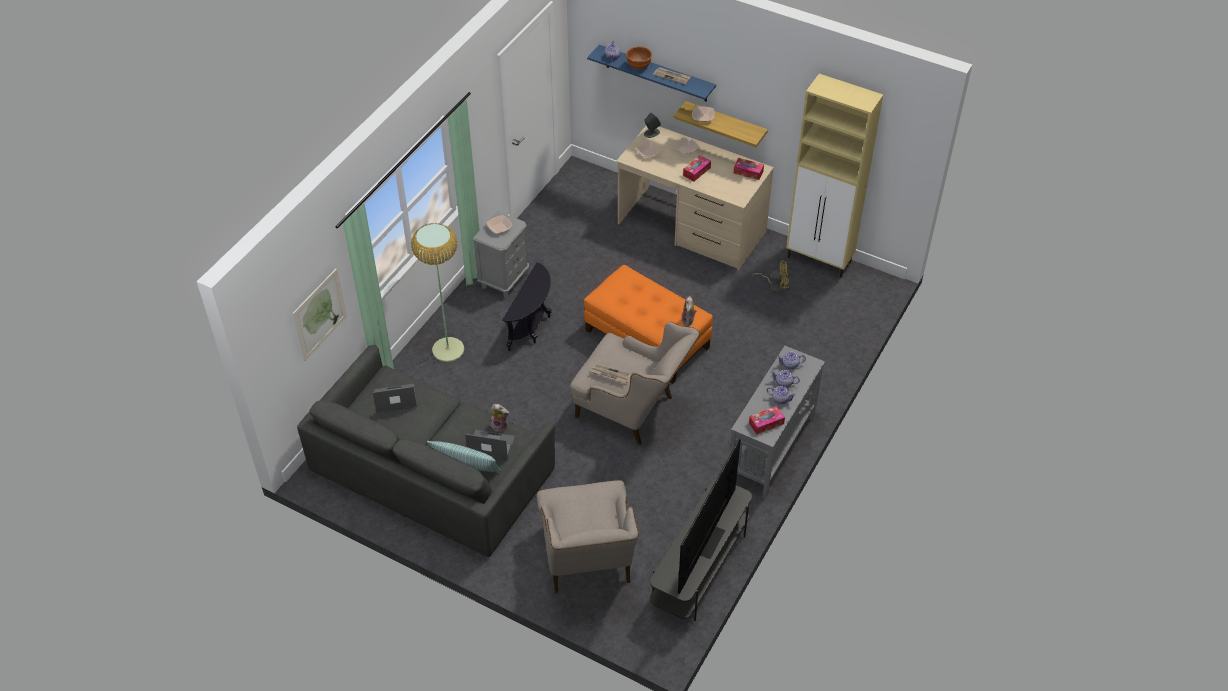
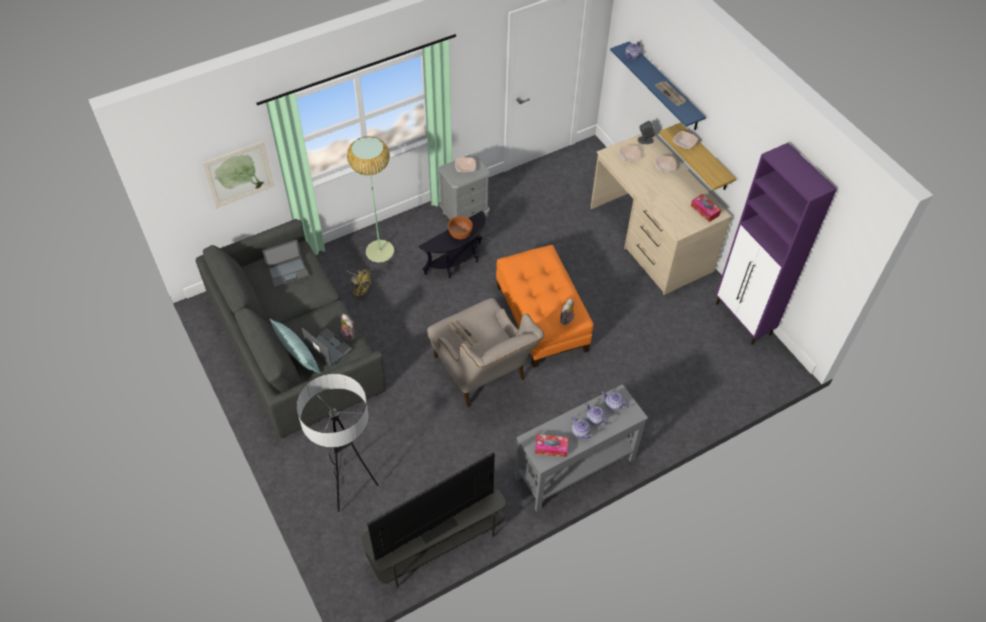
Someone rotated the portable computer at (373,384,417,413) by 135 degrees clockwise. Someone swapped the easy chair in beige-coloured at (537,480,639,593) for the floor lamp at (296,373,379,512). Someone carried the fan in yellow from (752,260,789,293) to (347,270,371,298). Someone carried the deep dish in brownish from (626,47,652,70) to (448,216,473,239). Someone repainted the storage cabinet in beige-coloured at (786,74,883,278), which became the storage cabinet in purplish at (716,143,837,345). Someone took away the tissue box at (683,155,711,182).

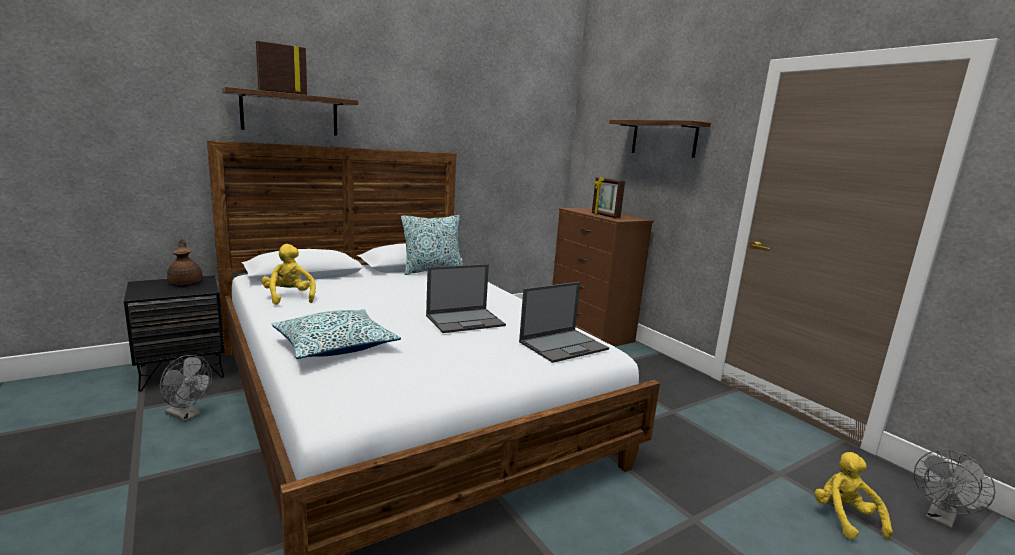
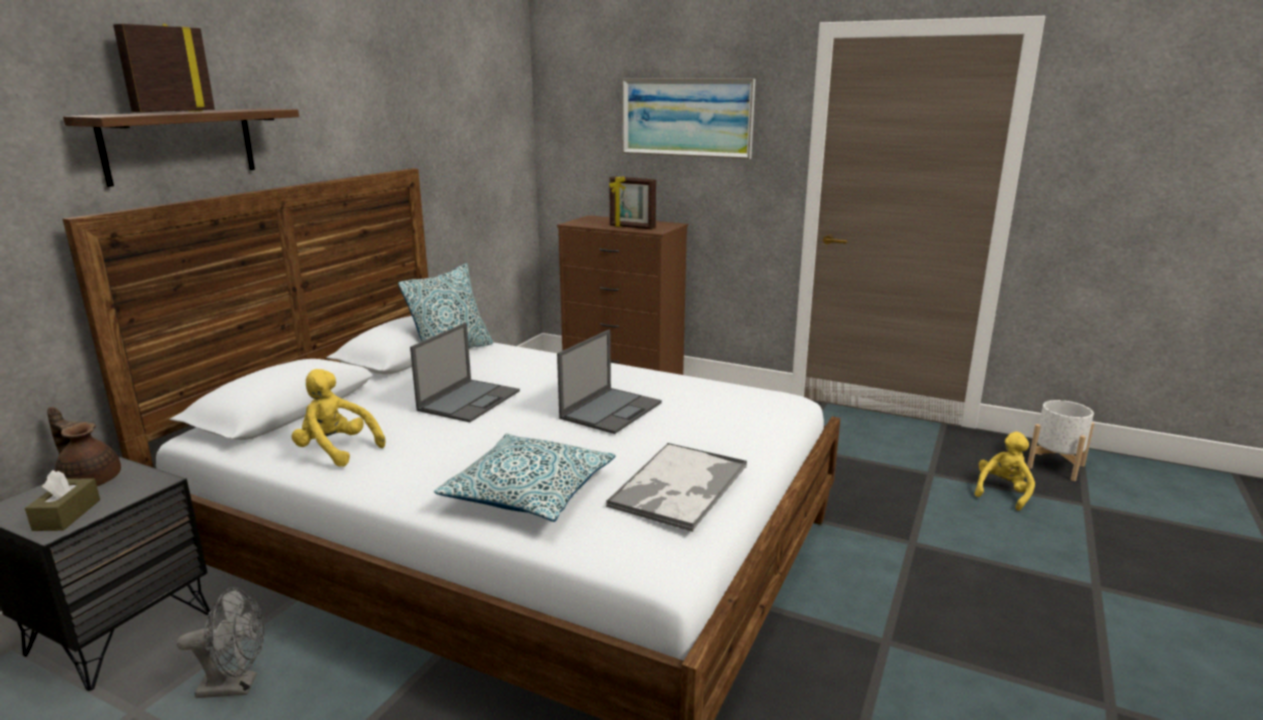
Someone put down the tissue box in brownish at (25,470,100,531). Someone carried the portable computer from (519,282,609,363) to (410,323,520,422). Someone put down the carrying tray at (605,442,747,532). Someone swapped the bracket shelf at (609,120,711,158) for the picture at (622,79,755,159). Someone rotated the soft toy in yellow at (814,452,893,539) by 75 degrees clockwise. Someone swapped the fan in gray at (914,450,995,529) for the flower pot in white at (1027,400,1094,481).

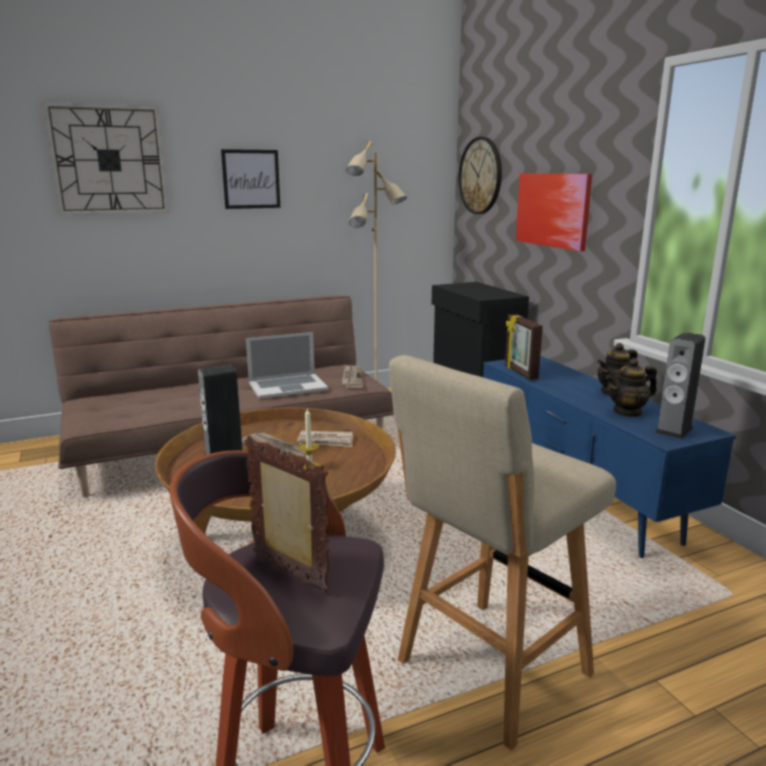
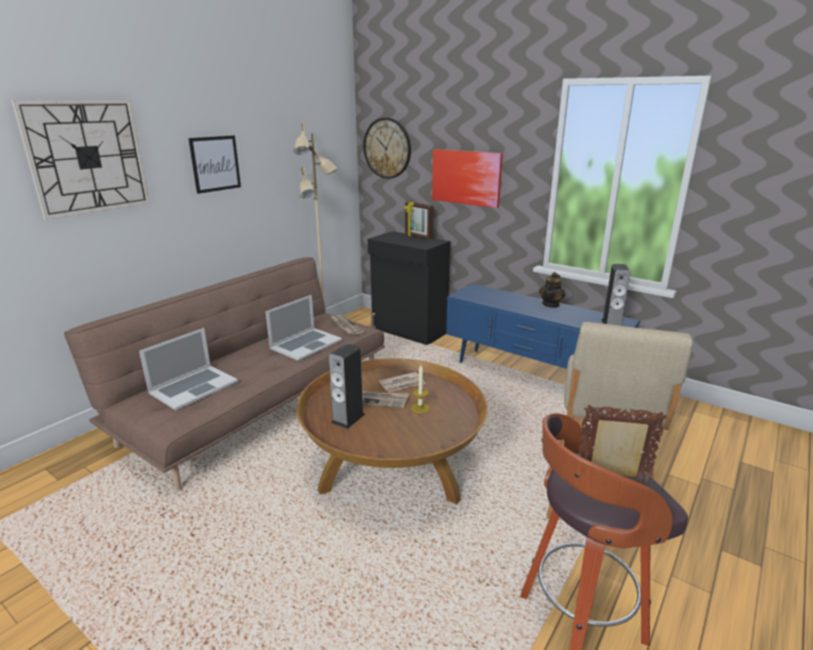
Someone put down the portable computer at (139,328,238,410). Someone carried the picture frame from (505,314,543,380) to (404,201,434,240). Someone took away the pot for tea at (606,358,657,417).

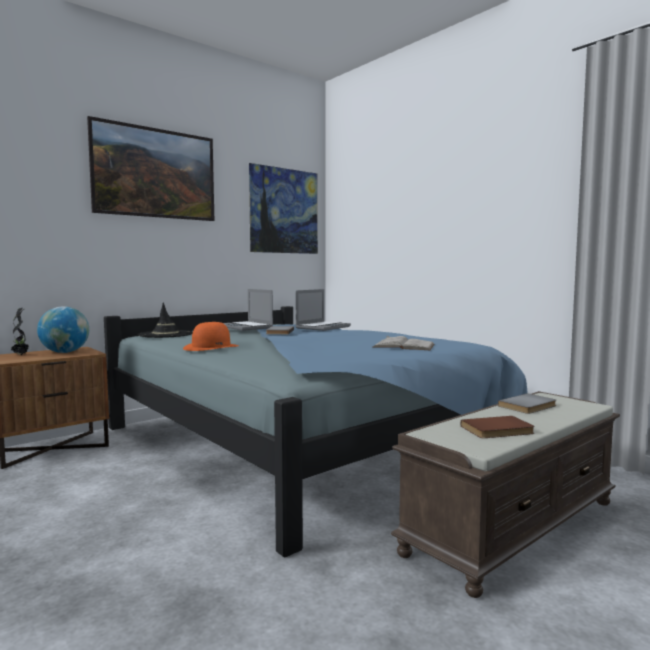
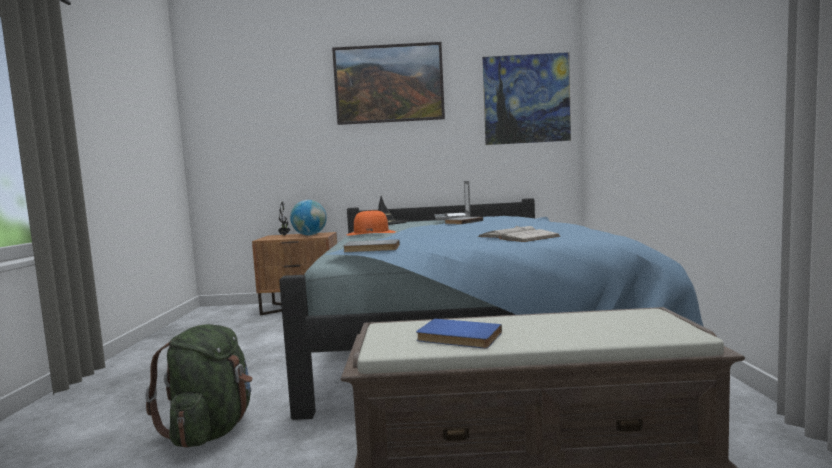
Someone put down the rucksack in greenish at (145,324,252,448). Someone carried the bound book in gray from (498,393,556,414) to (343,239,400,252). Someone repainted the bound book in brownish at (461,416,535,438), which became the bound book in blue-coloured at (416,319,502,348). Someone took away the portable computer at (295,289,351,331).

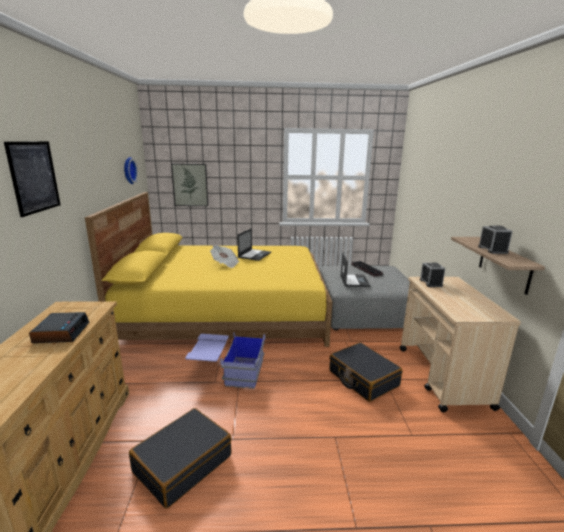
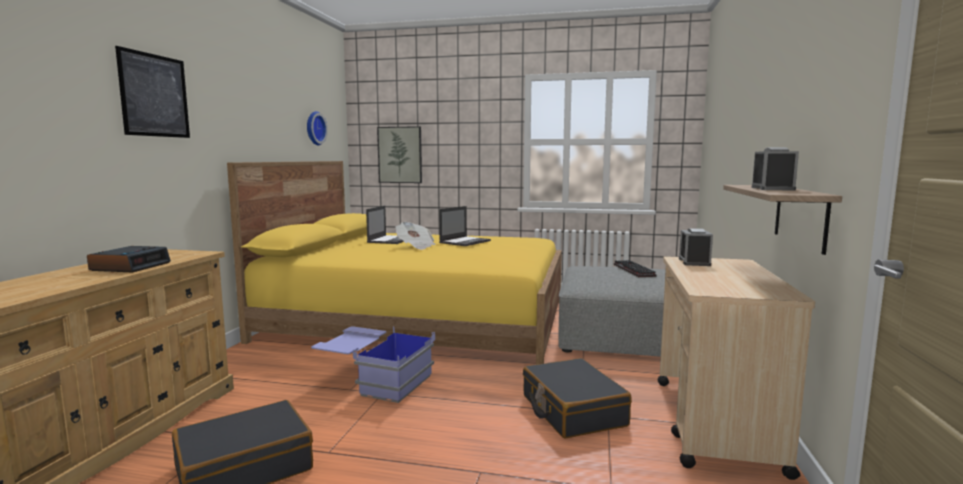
Someone carried the portable computer from (340,252,370,287) to (366,206,404,244).

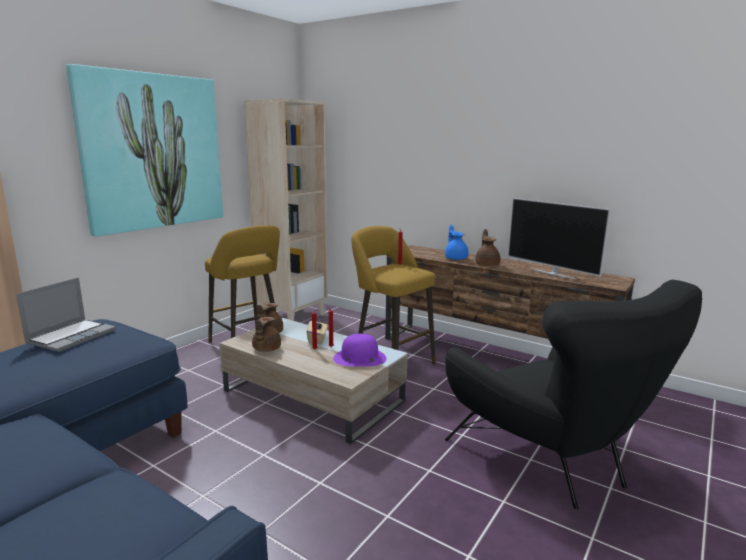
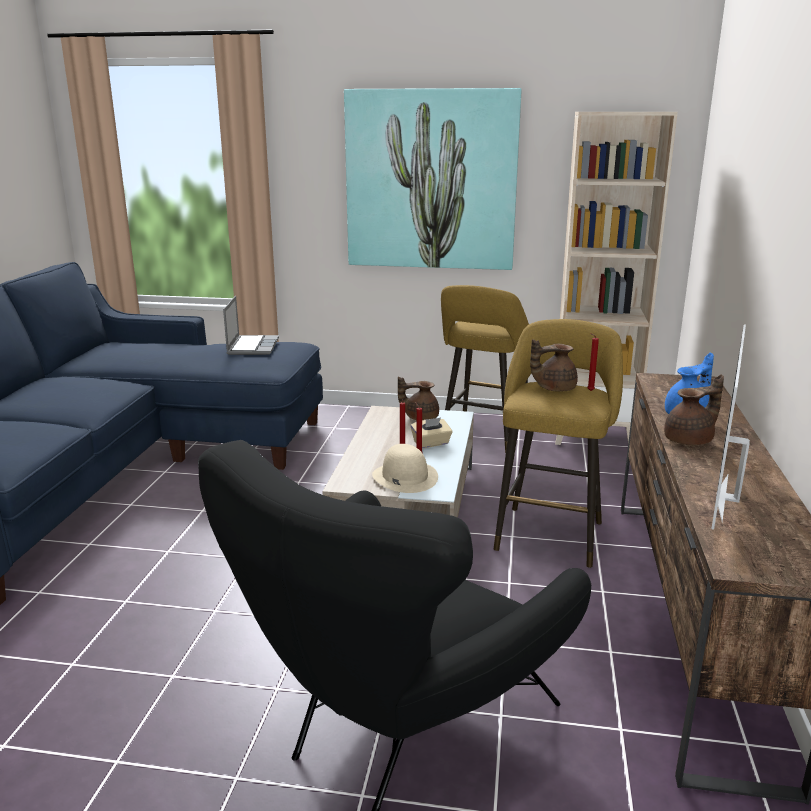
Someone rotated the portable computer at (16,277,116,352) by 90 degrees counterclockwise. Someone repainted the clothing hat in purplish at (333,334,386,367), which became the clothing hat in beige-coloured at (372,444,438,493). Someone carried the pot for tea in brownish from (252,317,281,352) to (530,339,578,391).

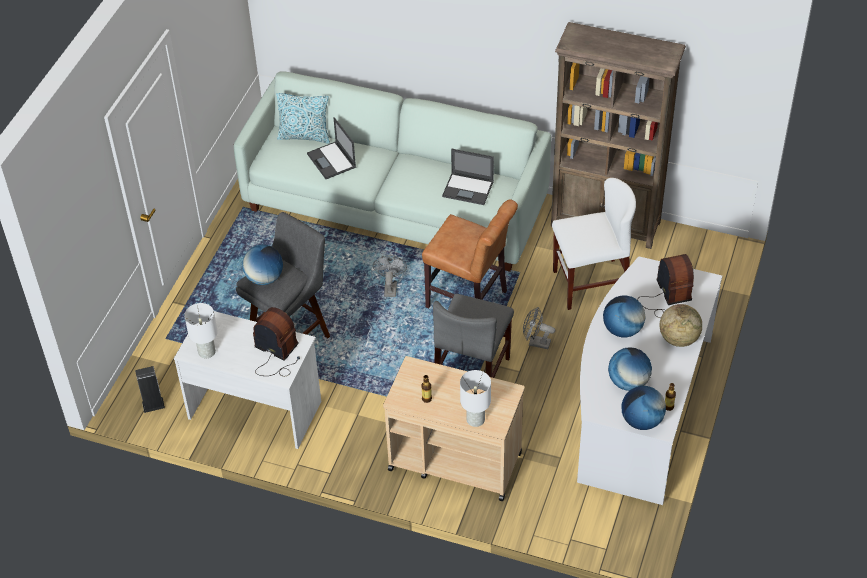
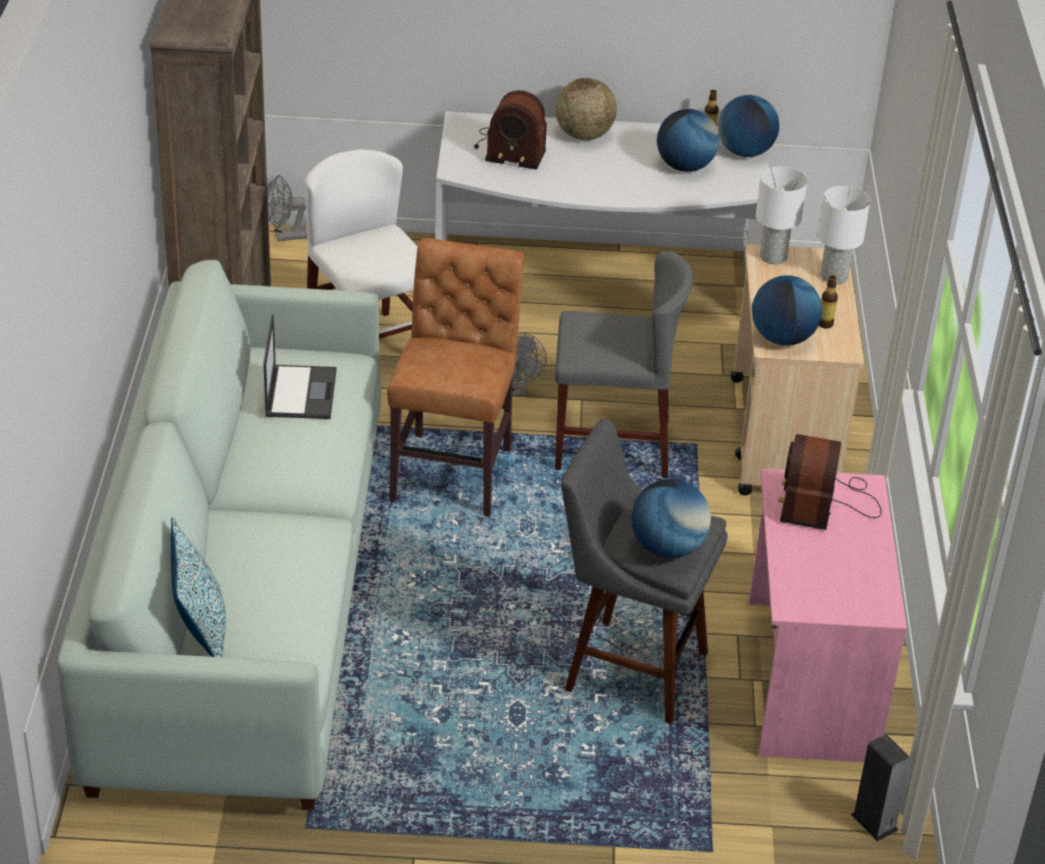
Someone carried the fan in gray from (373,255,407,297) to (267,175,307,241). Someone rotated the radio at (641,254,694,318) by 135 degrees counterclockwise. Someone repainted the desk in white at (174,311,321,449), which became the desk in pink-coloured at (749,468,907,762). Someone carried the globe from (603,296,645,337) to (752,275,822,346). Someone carried the lamp for a table in white from (184,303,218,358) to (756,167,807,264). Someone took away the portable computer at (307,117,356,179).

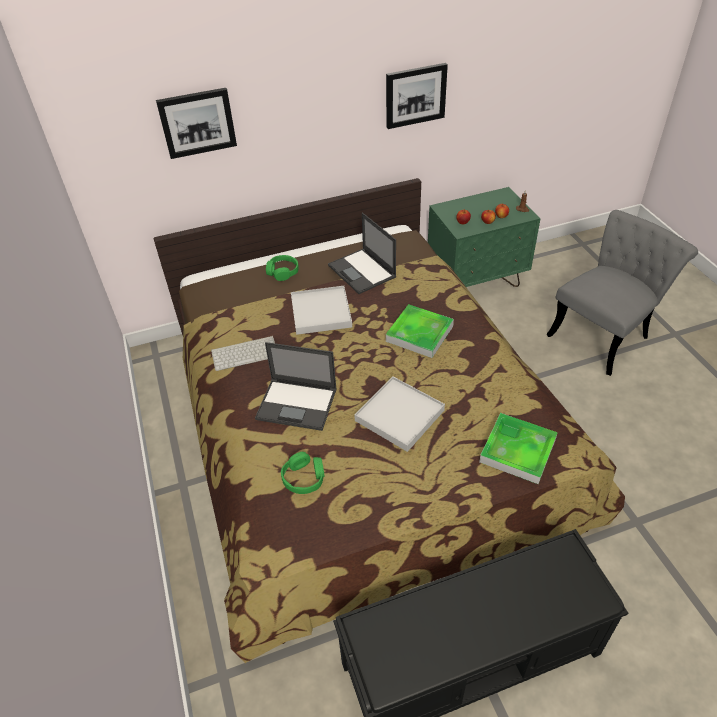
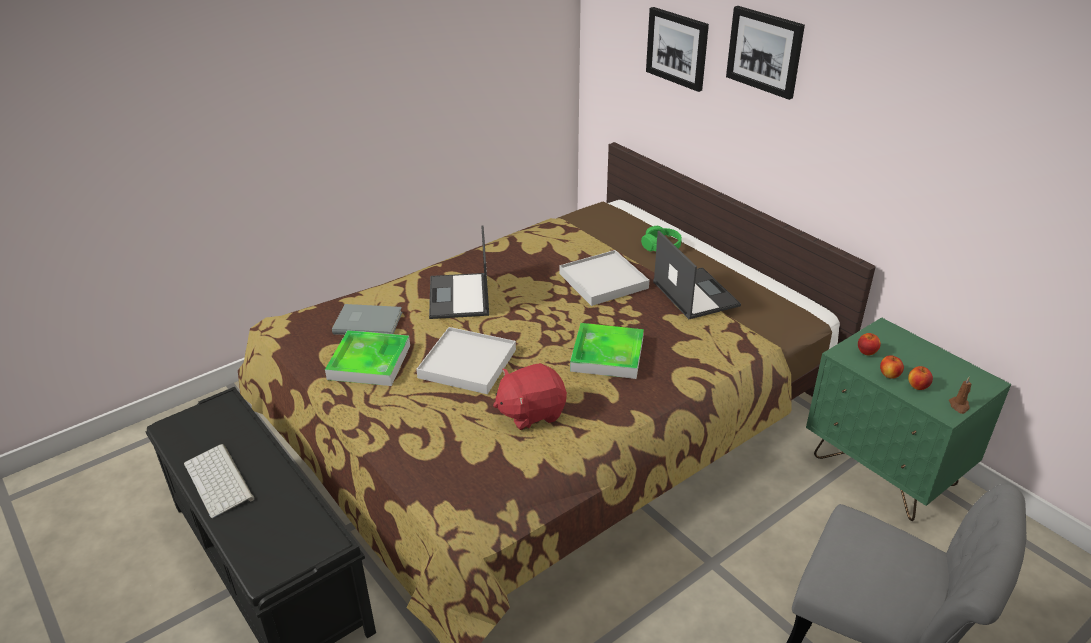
Someone carried the keyboard from (211,336,275,371) to (184,444,254,518). Someone carried the carrying tray from (479,413,558,484) to (325,330,410,386). Someone swapped the headset in greenish at (281,452,325,494) for the bound book in gray at (332,304,402,335). Someone put down the soft toy in red-coloured at (493,363,567,430). Someone rotated the portable computer at (328,213,397,294) by 120 degrees clockwise. Someone carried the picture from (386,63,448,129) to (726,6,805,100).

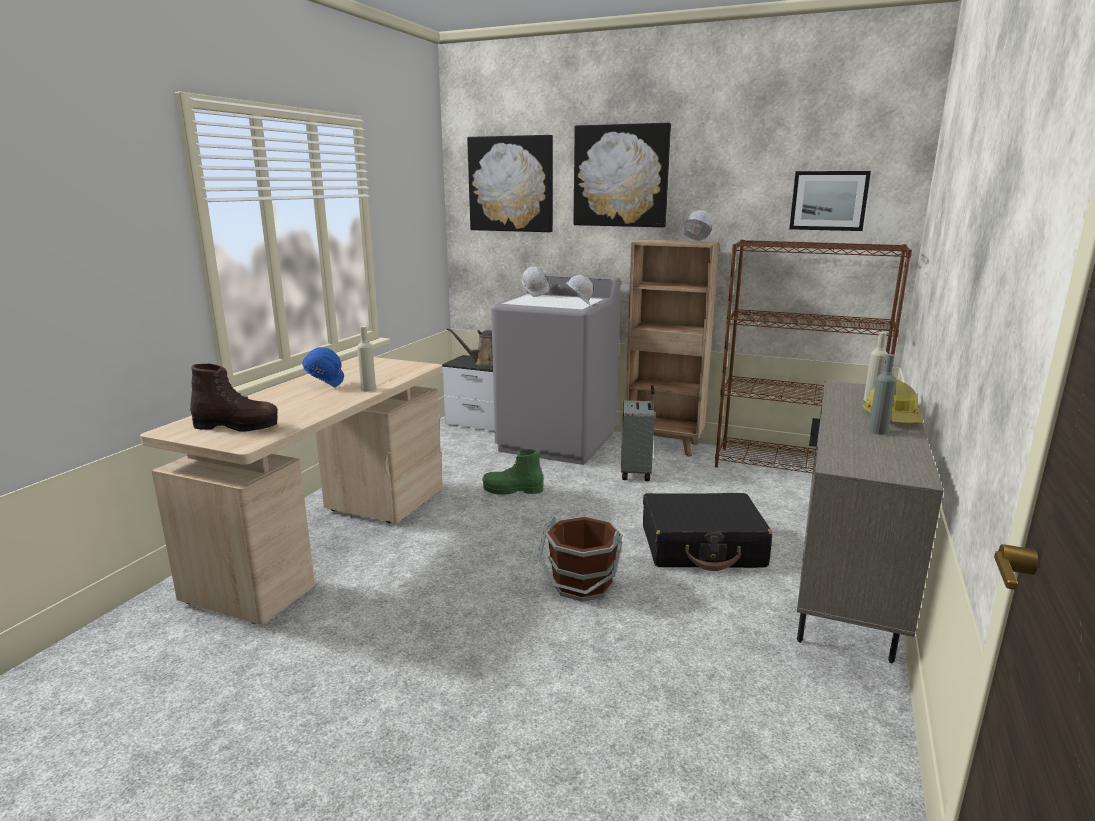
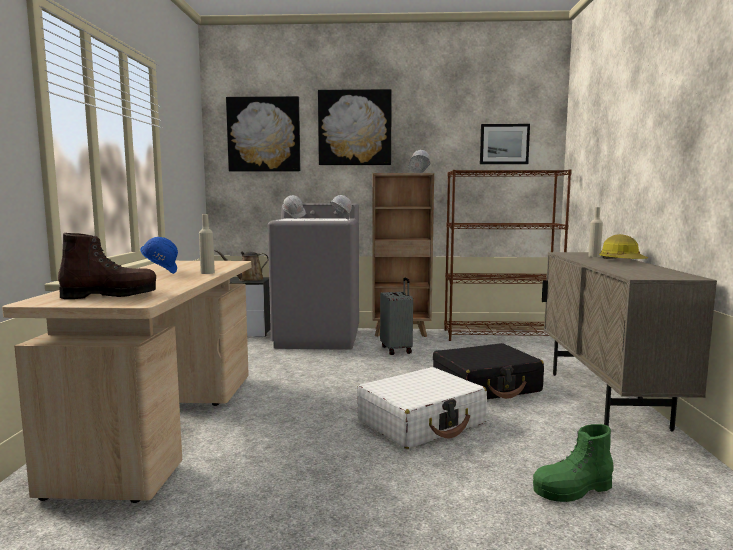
Someone swapped the bucket in brownish at (537,516,622,602) for the suitcase in white at (357,367,487,449). Someone carried the tall boot in greenish from (482,449,543,495) to (533,424,614,502). Someone took away the bottle in gray at (868,354,897,435).

